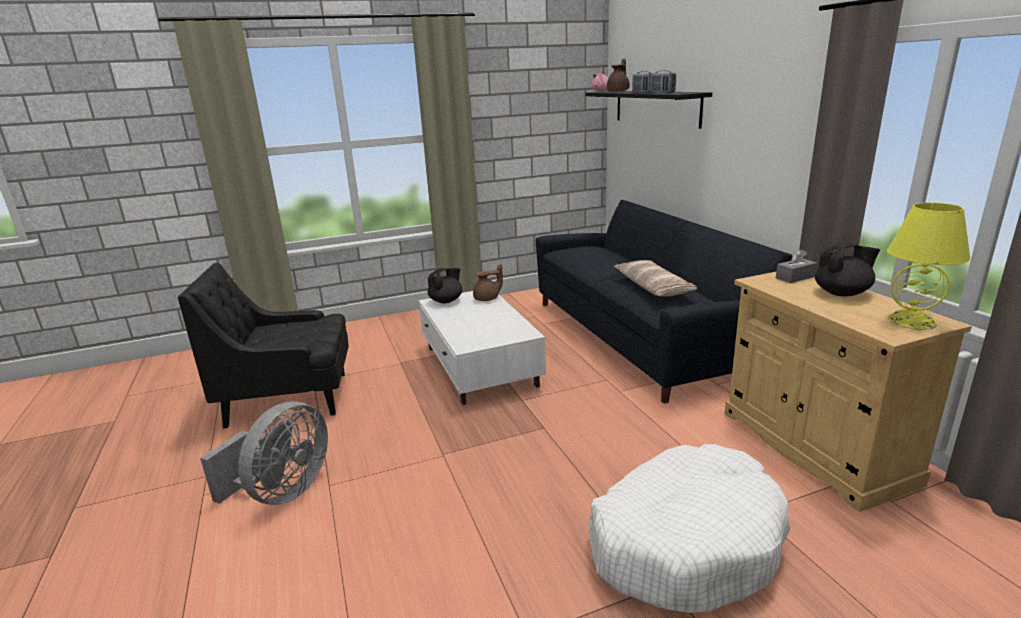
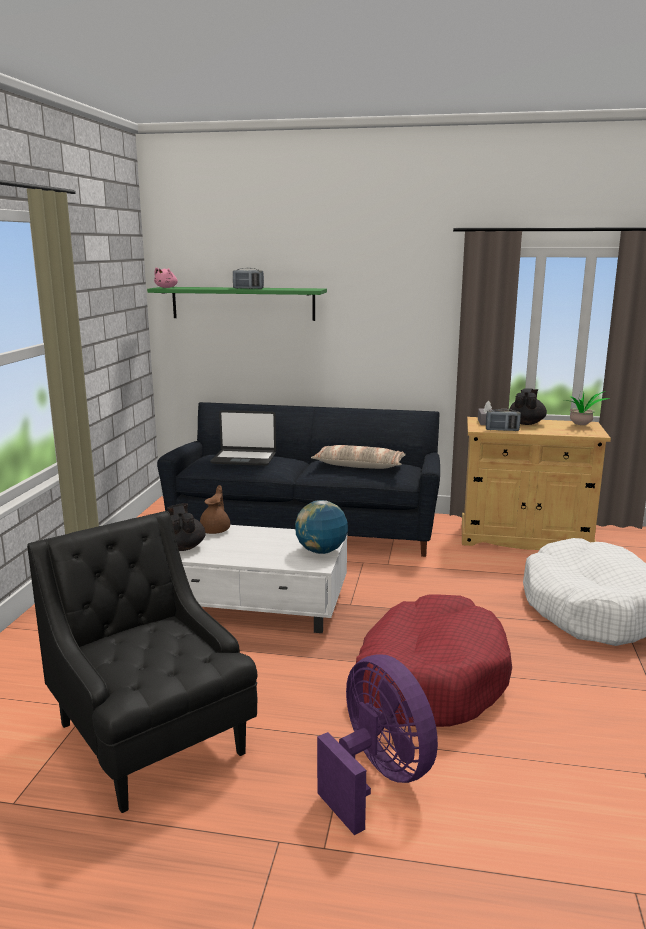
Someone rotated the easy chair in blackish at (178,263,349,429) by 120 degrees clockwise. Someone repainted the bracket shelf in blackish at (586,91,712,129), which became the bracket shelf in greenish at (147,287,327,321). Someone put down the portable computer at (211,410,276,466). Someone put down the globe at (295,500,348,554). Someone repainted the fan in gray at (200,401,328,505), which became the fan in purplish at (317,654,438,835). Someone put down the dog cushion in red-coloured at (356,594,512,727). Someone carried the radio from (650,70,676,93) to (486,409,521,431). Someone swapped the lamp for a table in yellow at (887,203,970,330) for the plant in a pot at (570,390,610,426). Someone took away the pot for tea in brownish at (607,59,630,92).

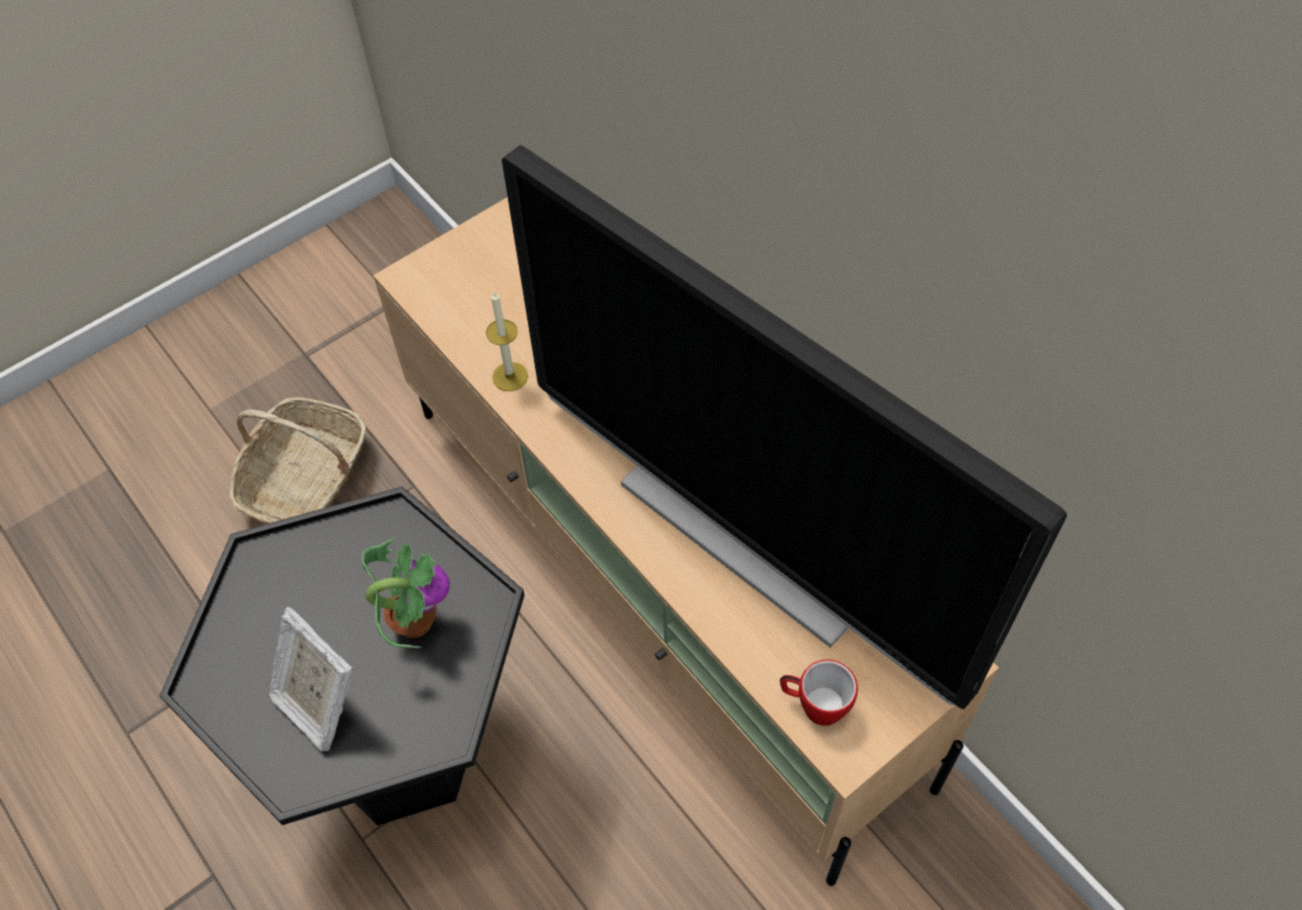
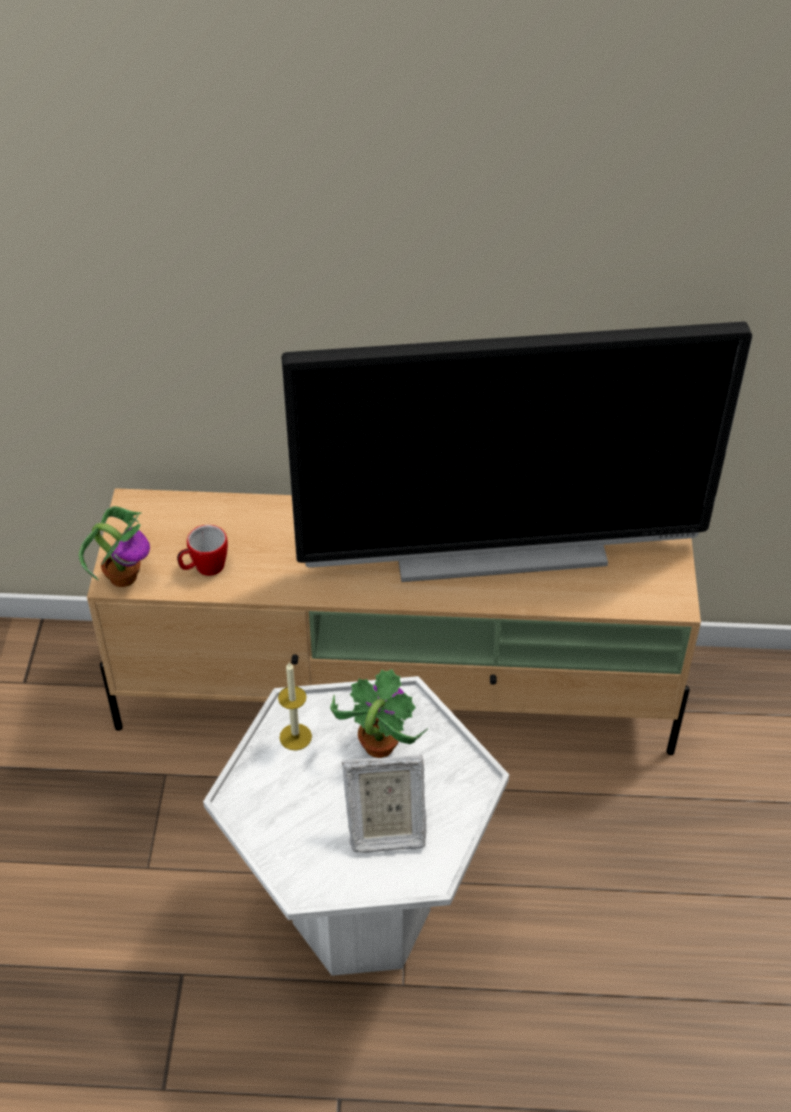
Someone put down the plant in a pot at (79,506,150,587). Someone carried the mug from (780,660,858,726) to (177,525,228,576). Someone repainted the accent table in blackish at (160,487,525,826), which became the accent table in white at (203,676,509,976). Someone carried the wax light from (486,292,528,391) to (278,662,312,751). Someone took away the storage basket at (229,397,366,523).

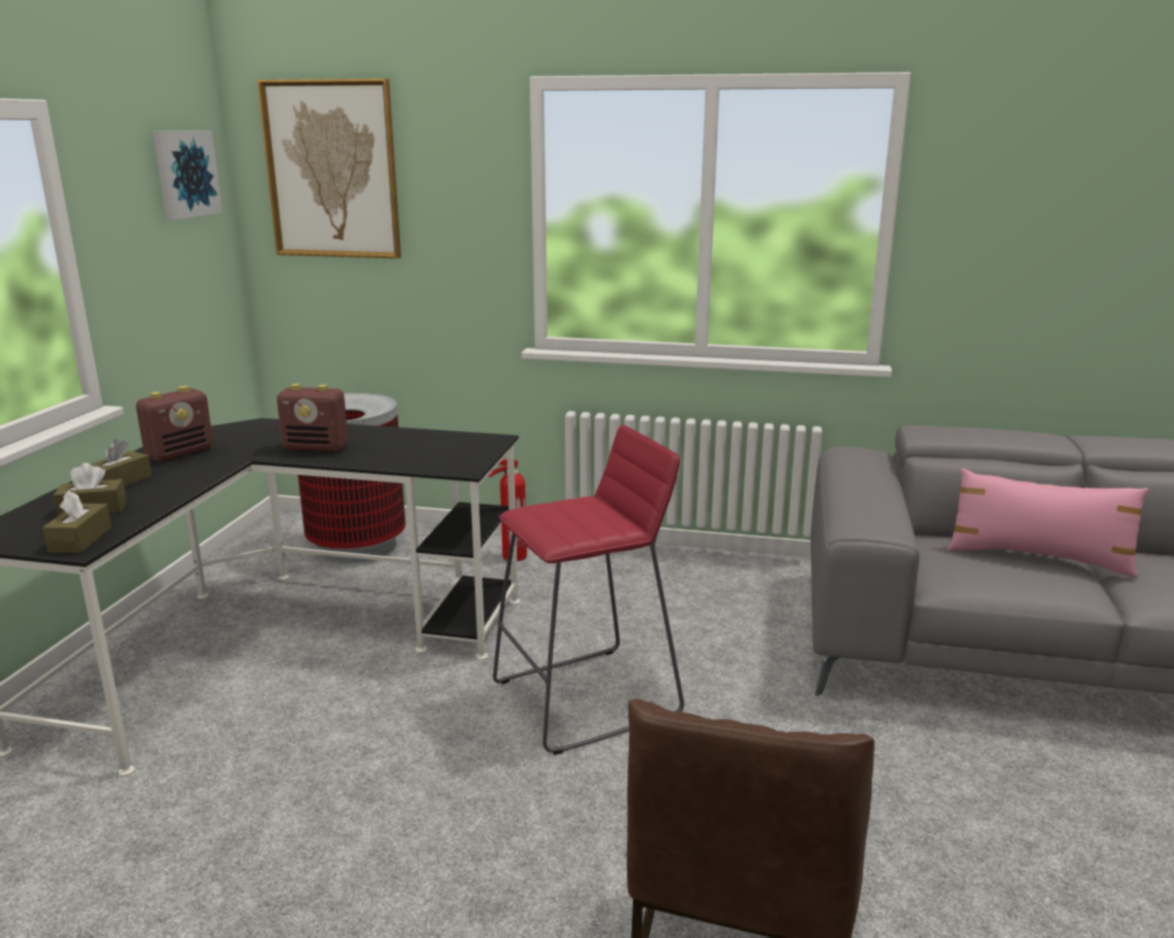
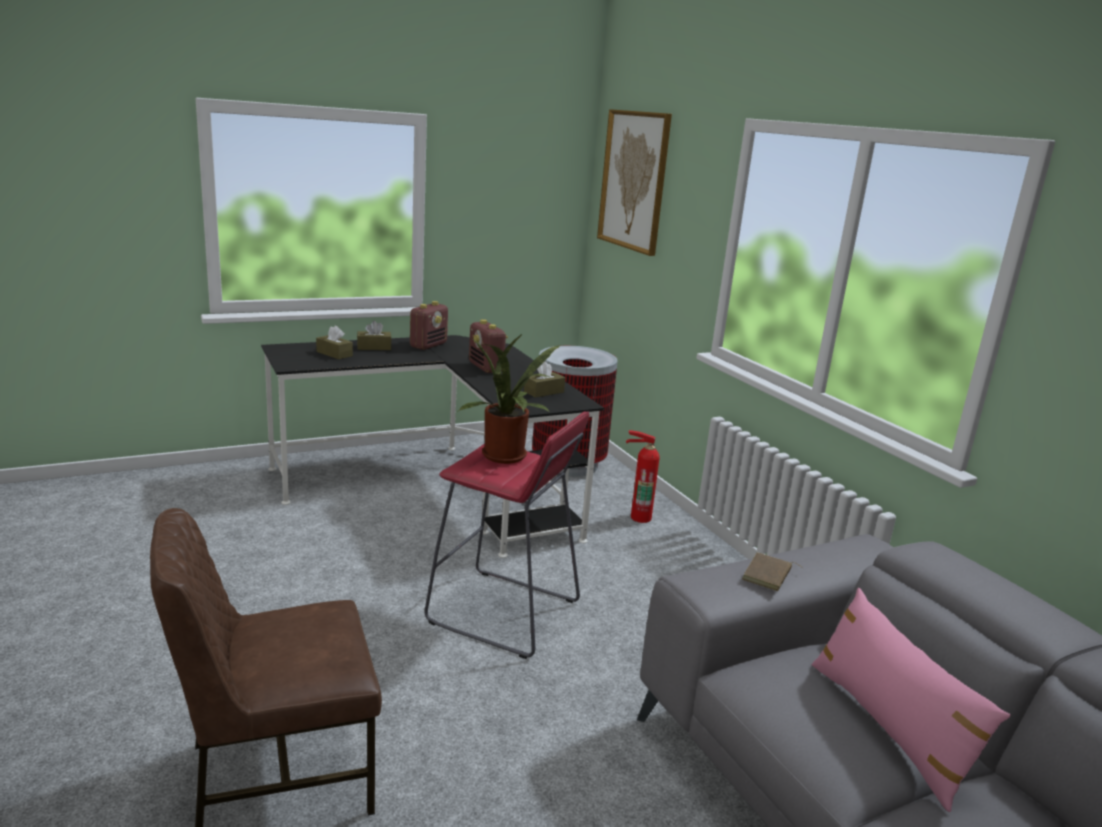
Someone rotated the radio at (136,386,213,462) by 60 degrees counterclockwise. Someone put down the plant in a pot at (458,333,561,464). Someone carried the tissue box in brownish from (43,490,112,553) to (524,362,565,398). Someone put down the bound book in brownish at (742,552,803,591). Someone took away the picture at (153,130,223,220).

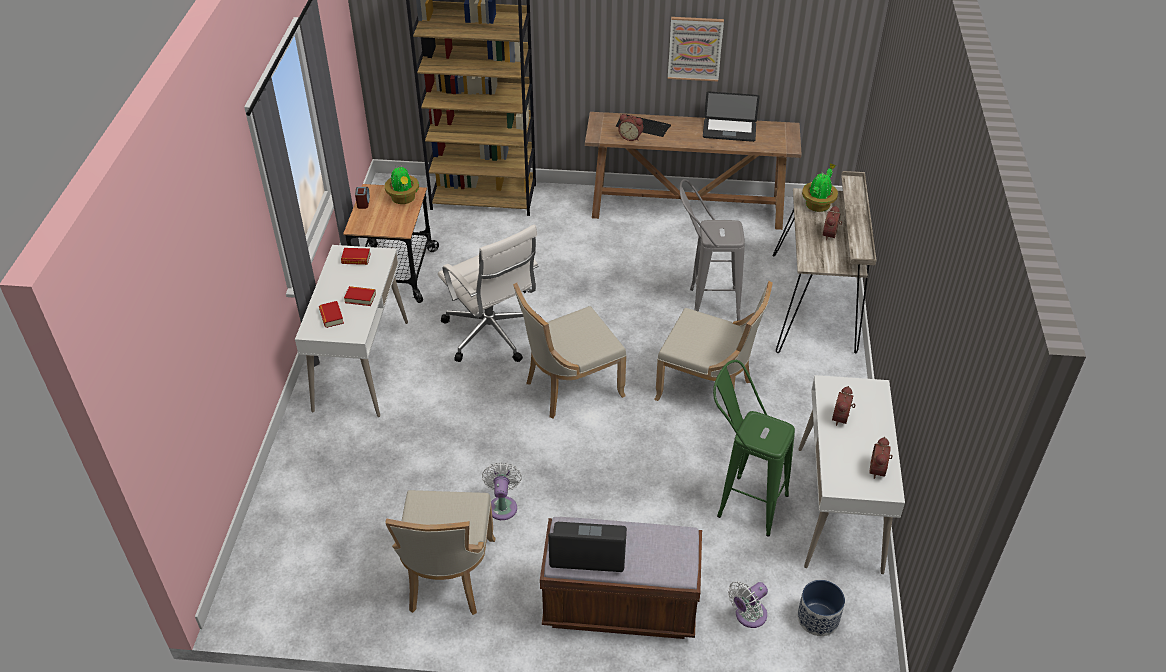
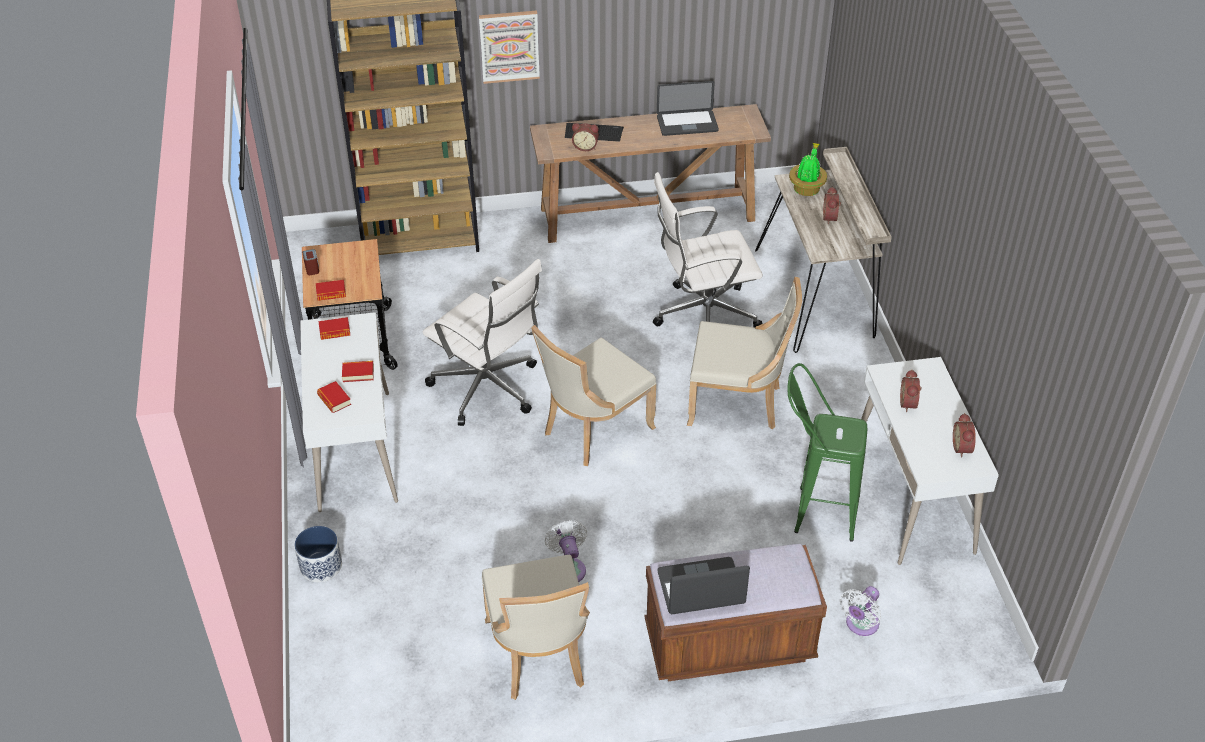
Someone carried the flower pot from (797,580,845,636) to (294,526,342,582). Someone put down the bound book at (316,280,346,301). Someone carried the picture from (668,17,724,81) to (479,10,540,84). Someone swapped the stool in gray at (680,179,745,321) for the desk chair in white at (653,172,763,328). Someone took away the plant in a pot at (384,166,419,204).

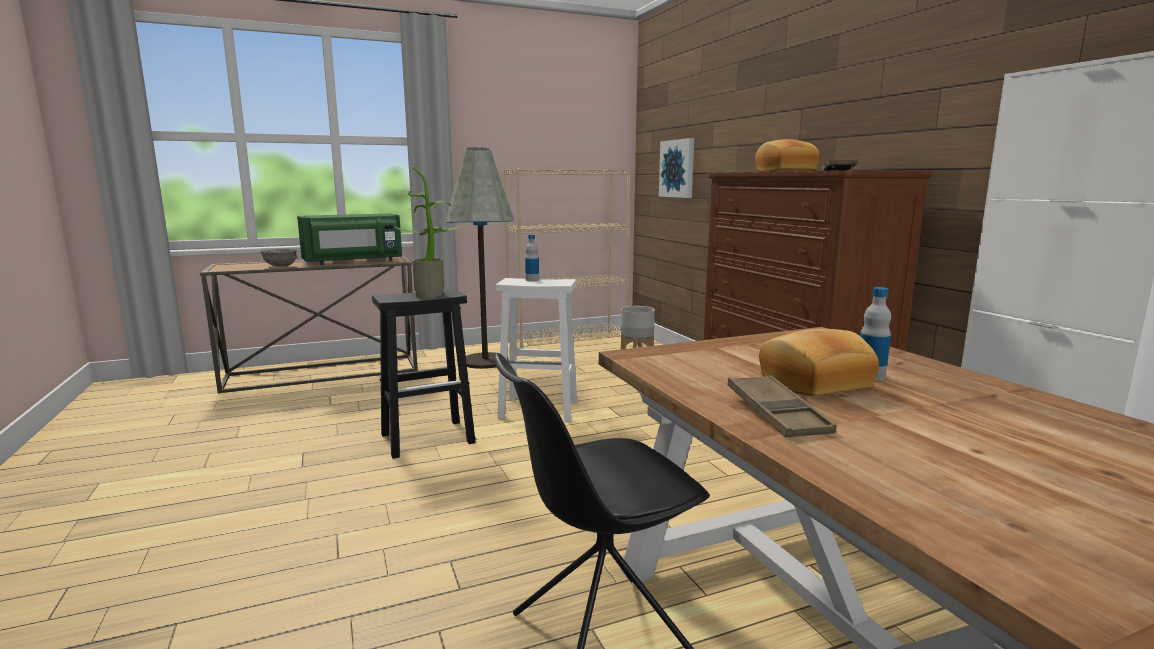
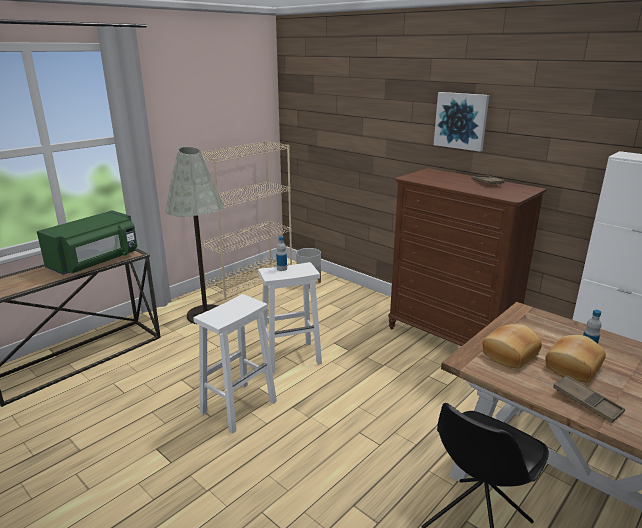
Someone repainted the stool in blackish at (372,289,476,459), which became the stool in white at (193,294,277,434). Someone carried the picture from (659,138,694,198) to (434,92,489,151). Someone carried the baked bread from (755,139,820,172) to (482,324,542,369). Someone took away the deep dish in gray at (260,248,297,267). Someone took away the plant in a pot at (393,167,464,298).

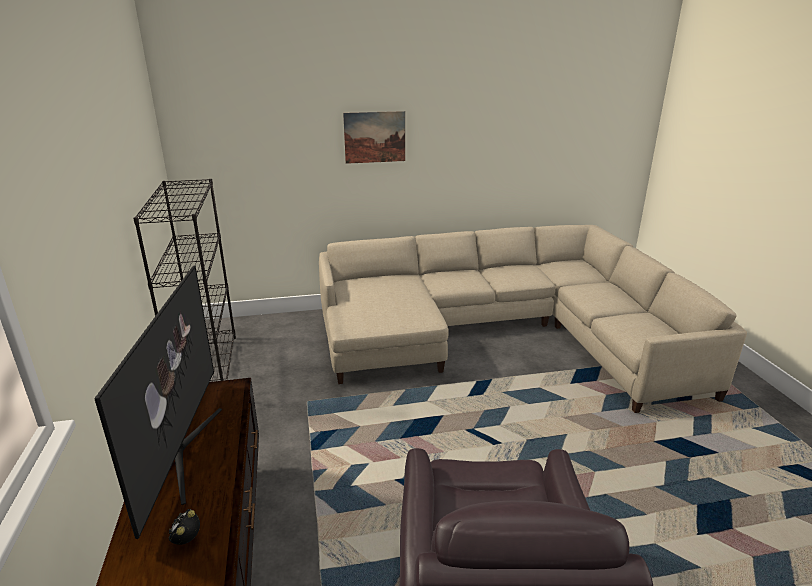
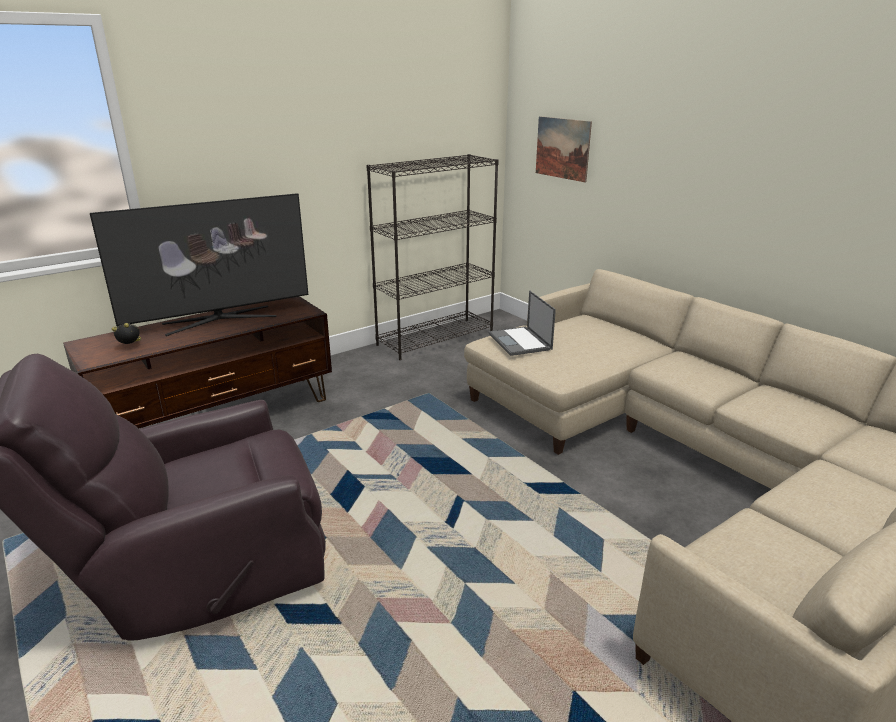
Someone put down the portable computer at (489,290,556,356). Someone carried the picture from (343,111,405,164) to (536,116,592,182).

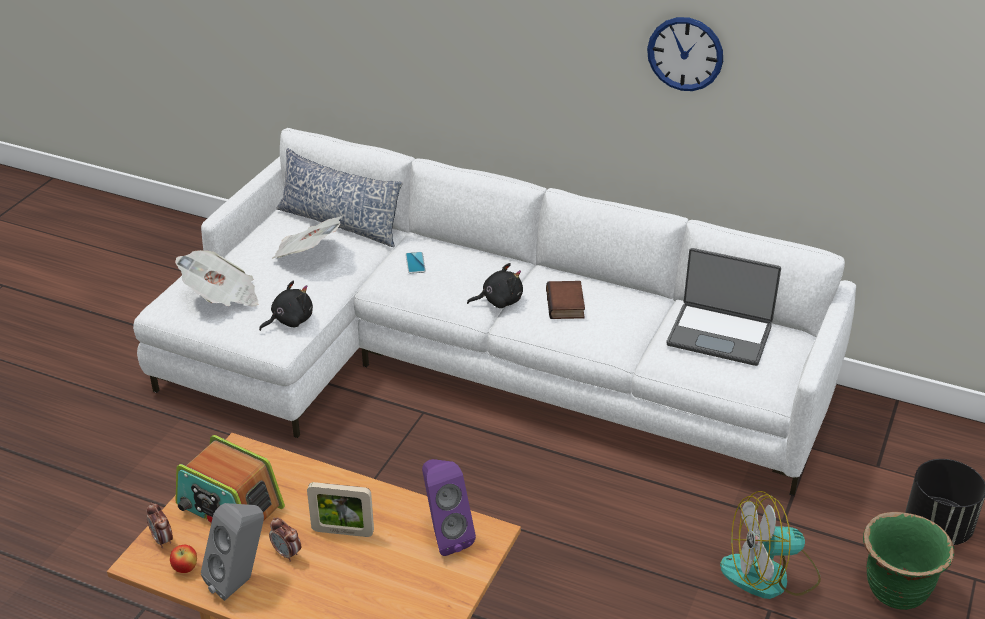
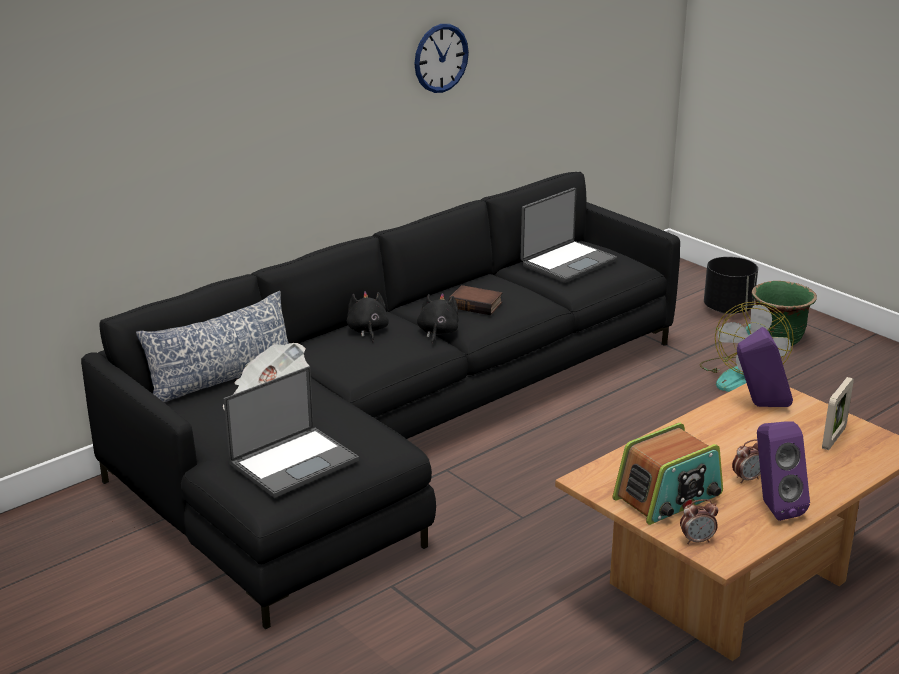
Someone repainted the settee in white at (133,128,856,496), which became the settee in blackish at (81,172,680,629). Someone swapped the printed paper at (175,250,259,306) for the portable computer at (224,366,359,498). Someone carried the soft toy in blackish from (259,280,313,331) to (347,291,389,342). Someone repainted the loudspeaker in gray at (201,503,264,601), which became the loudspeaker in purplish at (757,421,810,521). Someone carried the picture frame from (307,482,374,537) to (822,377,854,450). Someone took away the apple fruit at (170,545,197,573). Someone took away the phone at (405,252,426,274).

